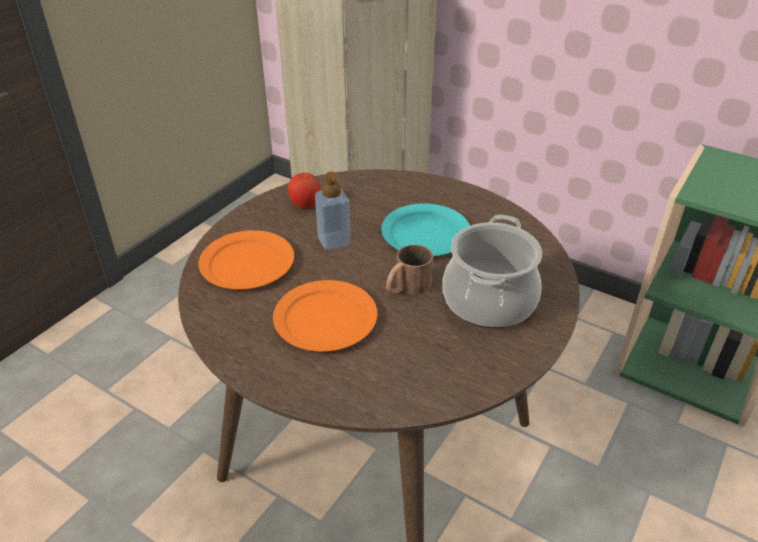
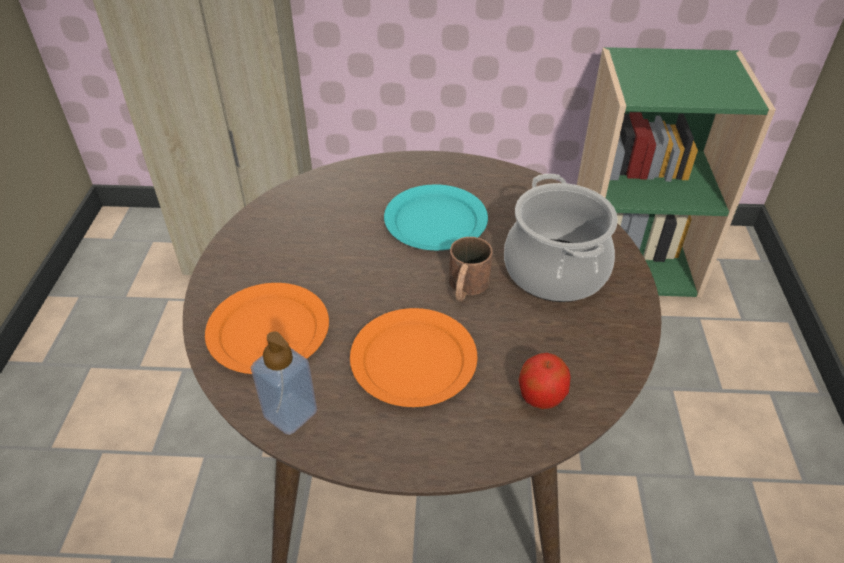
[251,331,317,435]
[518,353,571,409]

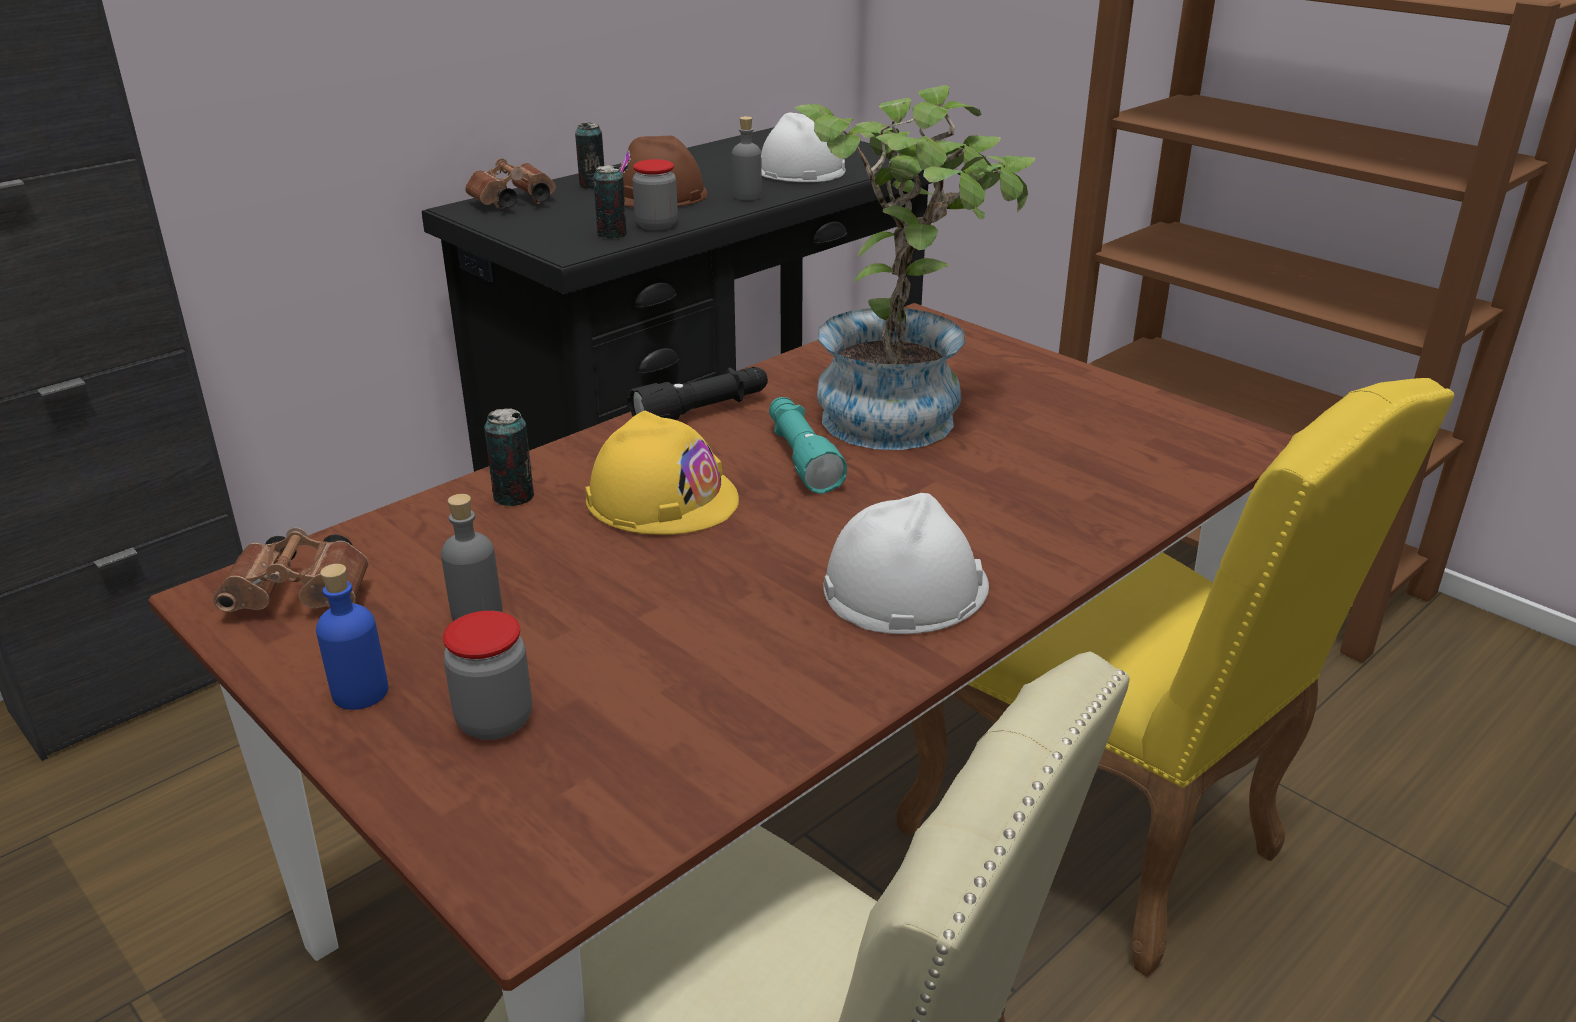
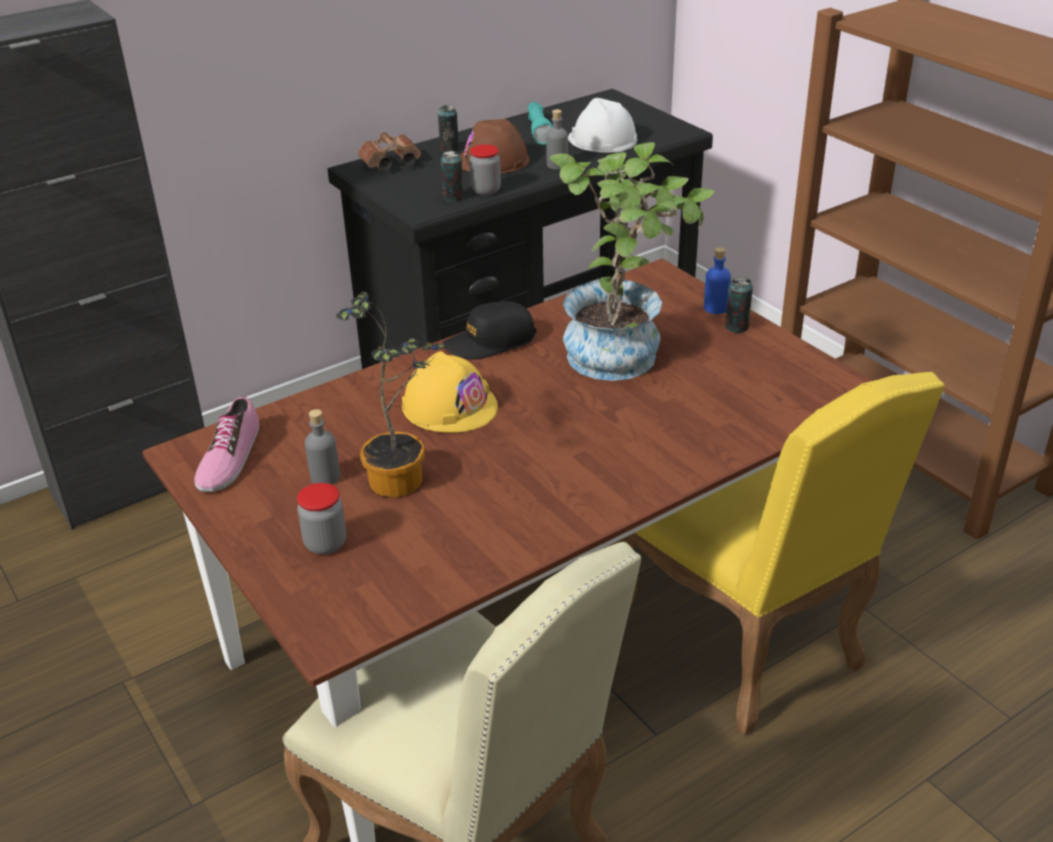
[443,301,536,360]
[527,102,553,145]
[725,277,753,333]
[823,493,989,634] (first image)
[194,396,259,492]
[704,247,731,314]
[336,292,448,497]

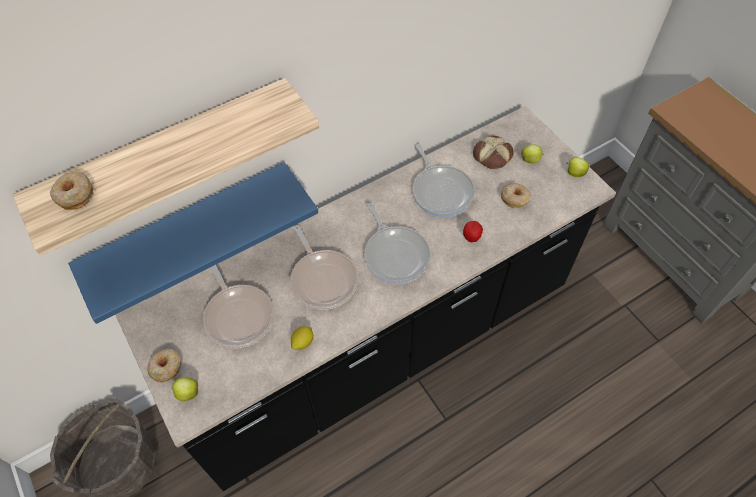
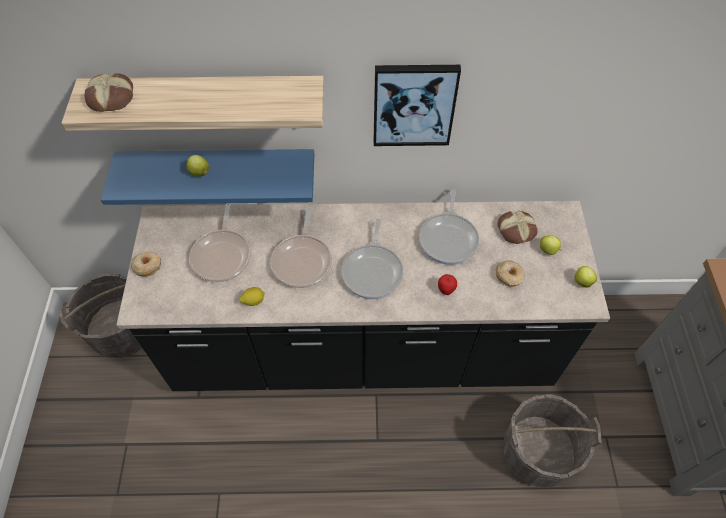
[85,73,133,112]
[186,155,209,177]
[374,65,461,146]
[504,394,602,488]

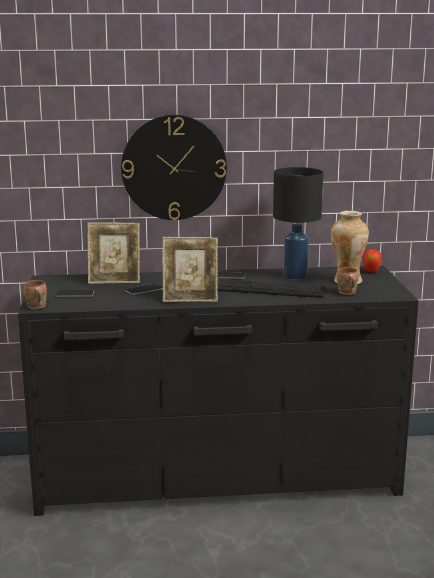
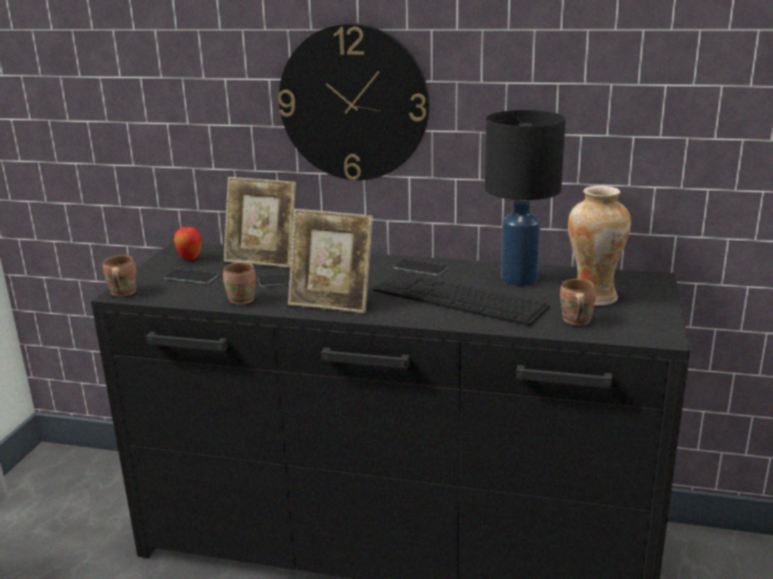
[174,226,202,260]
[223,262,256,305]

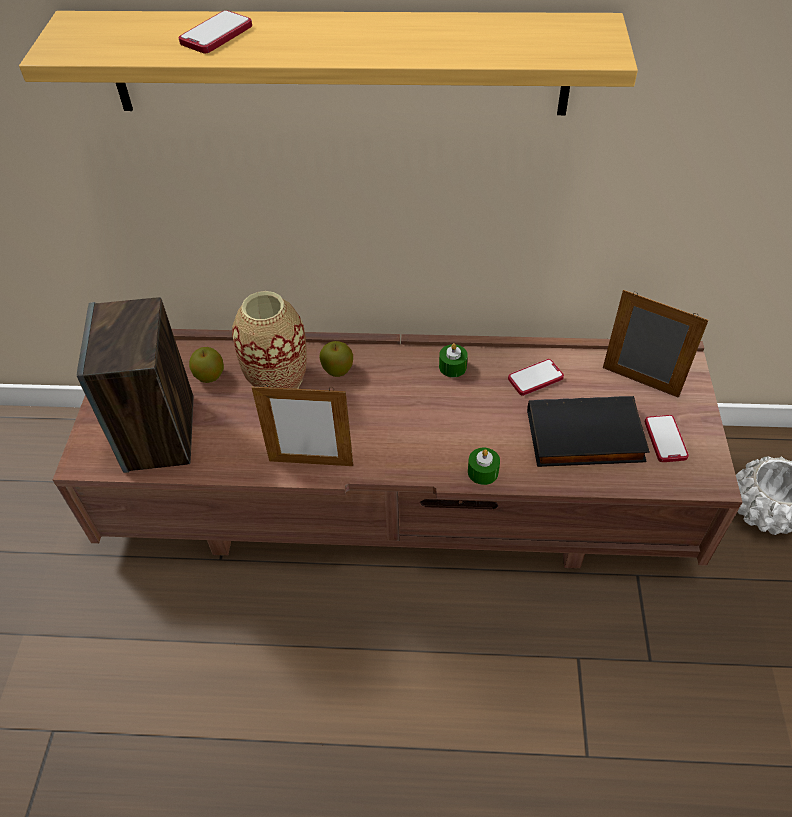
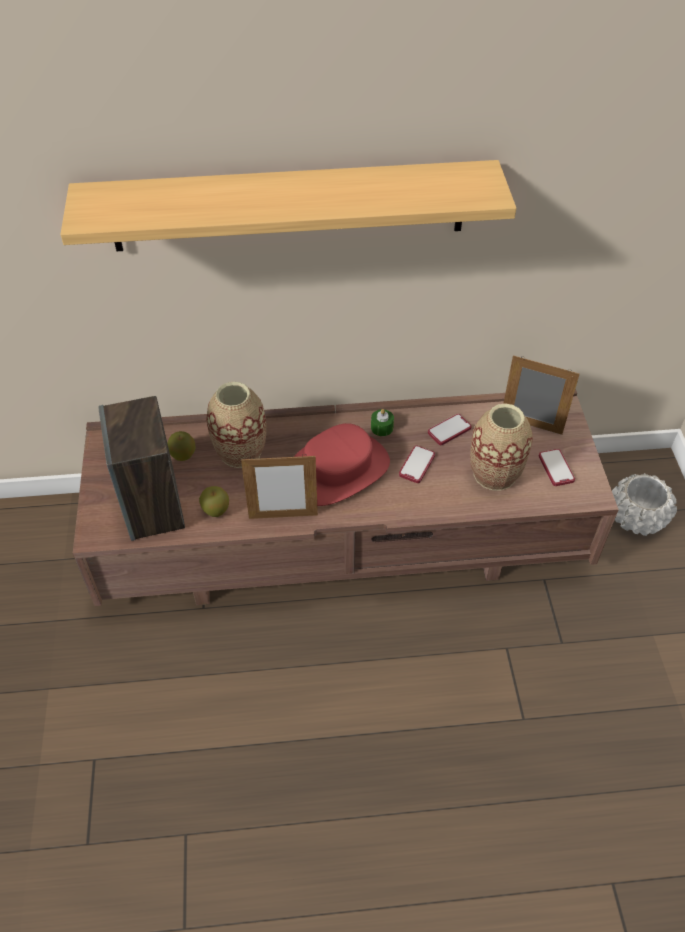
[399,446,435,483]
[199,486,229,517]
[470,403,533,490]
[468,448,500,485] (first image)
[294,423,390,506]

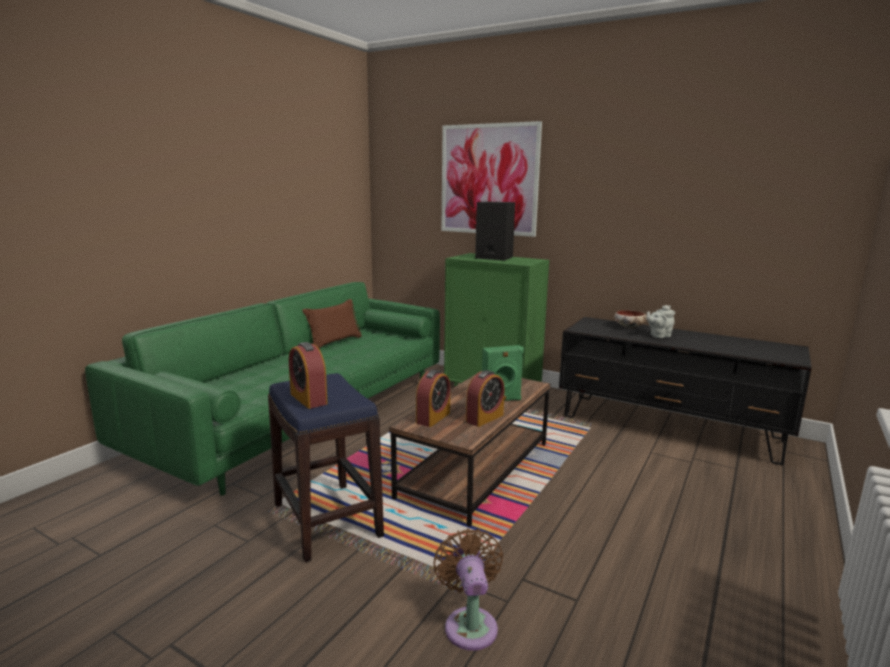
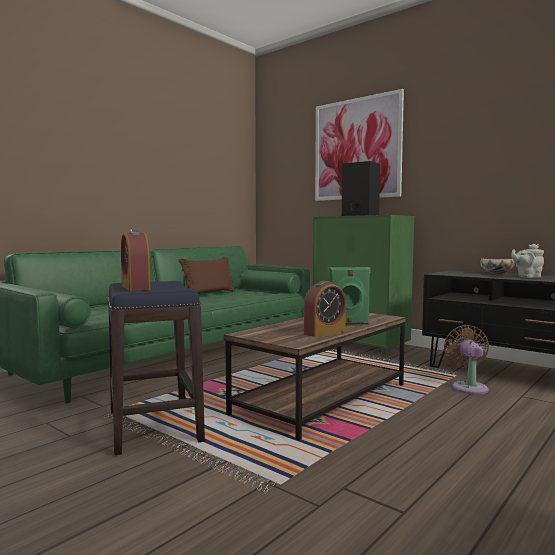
[416,370,450,427] (first image)
[444,325,489,394]

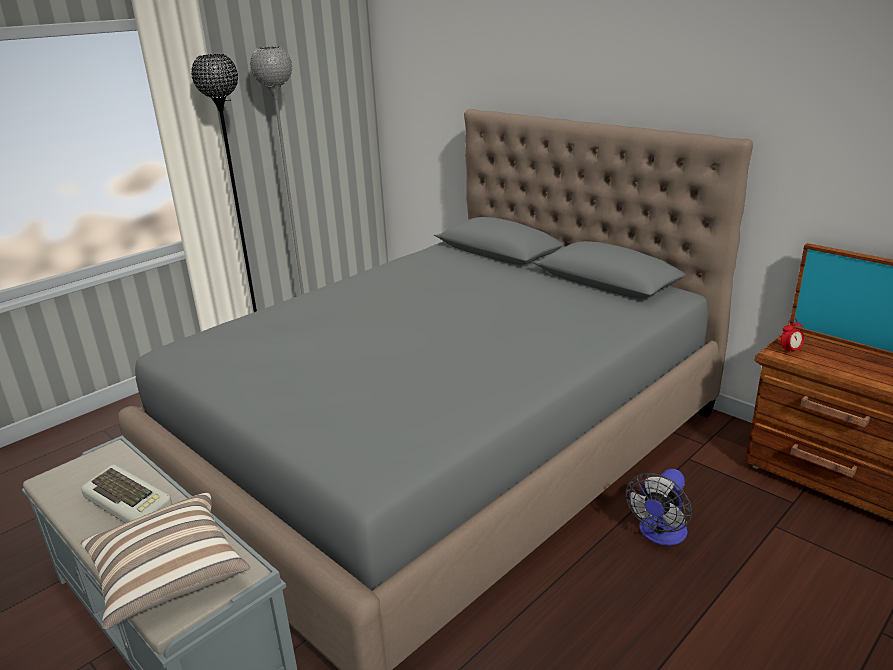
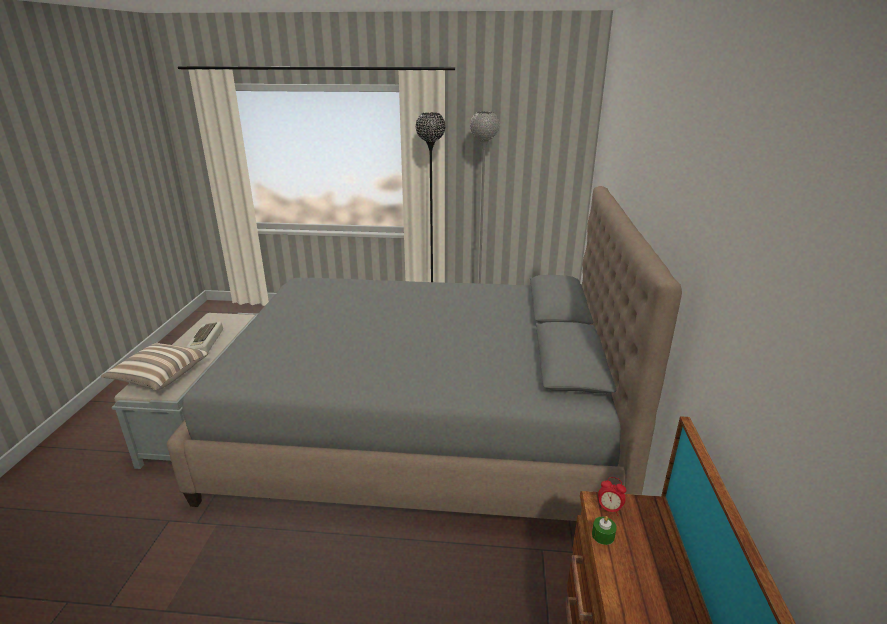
[626,469,692,545] (first image)
[592,516,617,545]

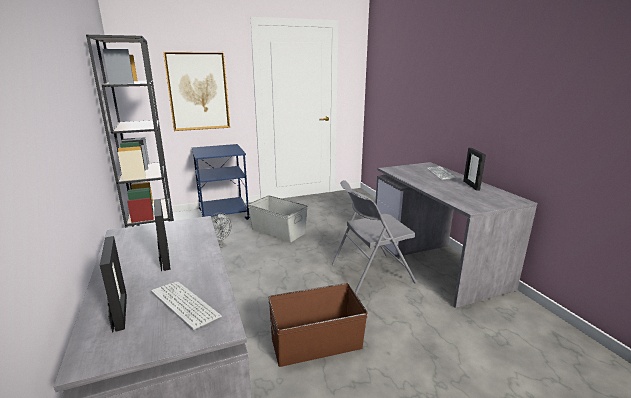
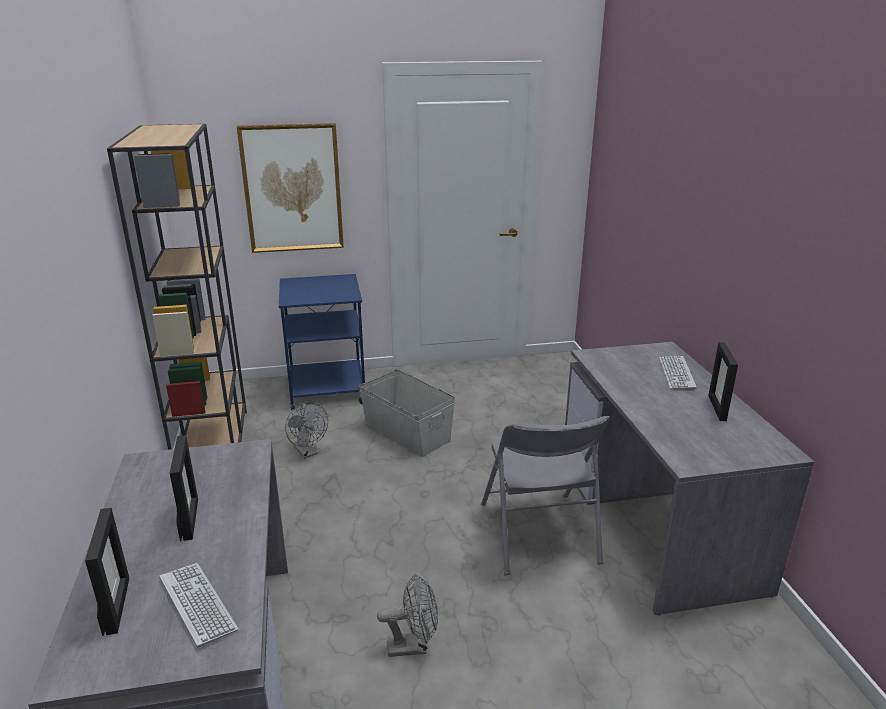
[481,416,610,576]
[377,574,438,657]

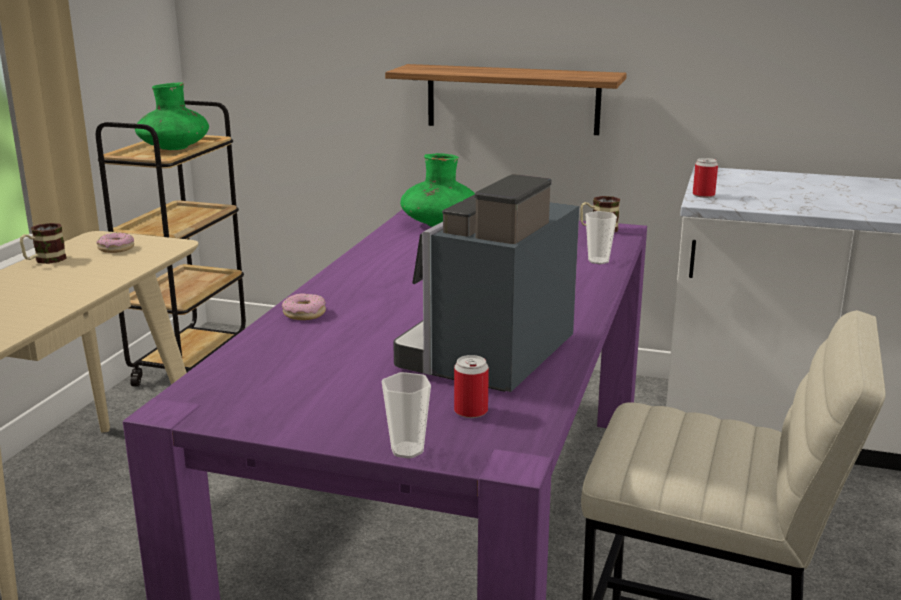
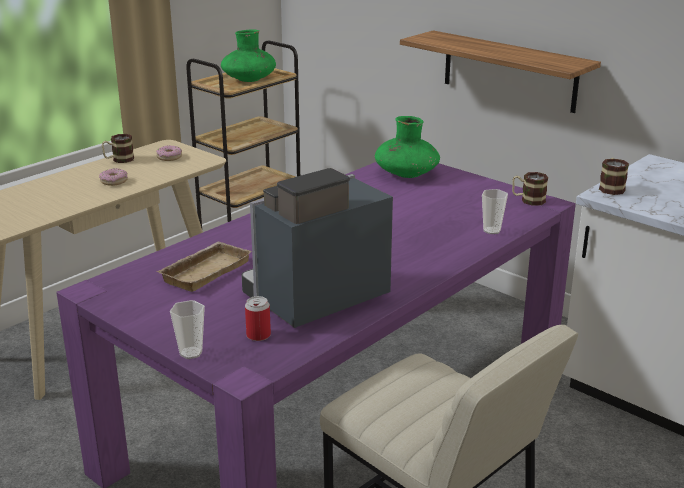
[599,158,629,195]
[99,168,128,186]
[156,241,252,292]

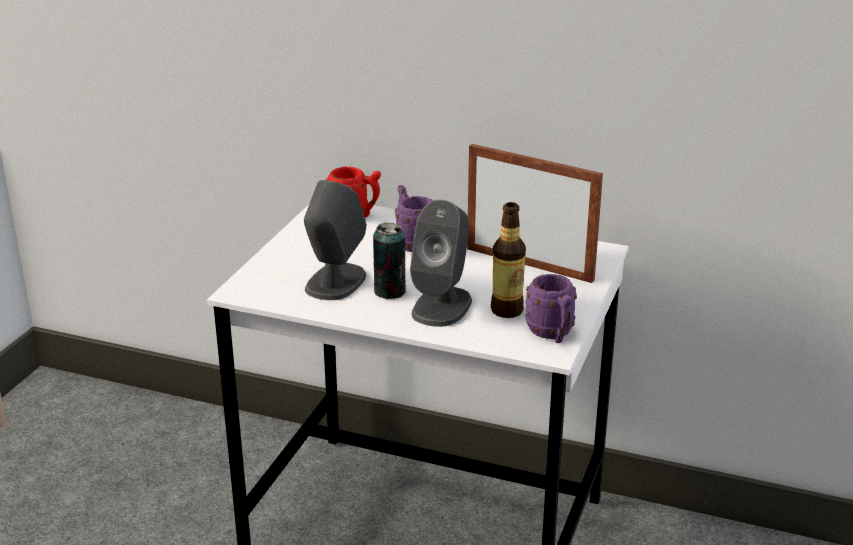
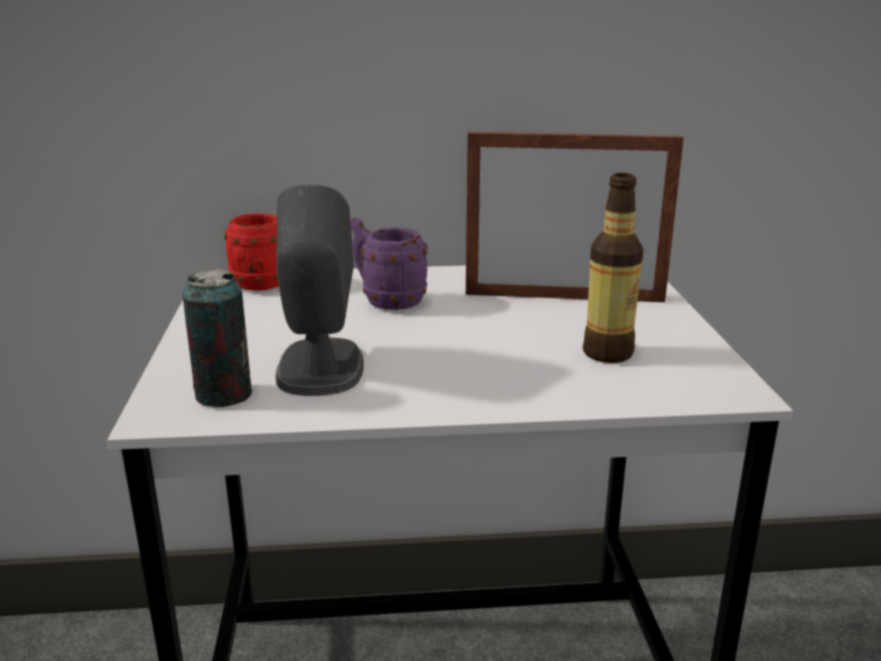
[410,200,472,327] (first image)
[182,269,252,407]
[525,274,577,343] (first image)

